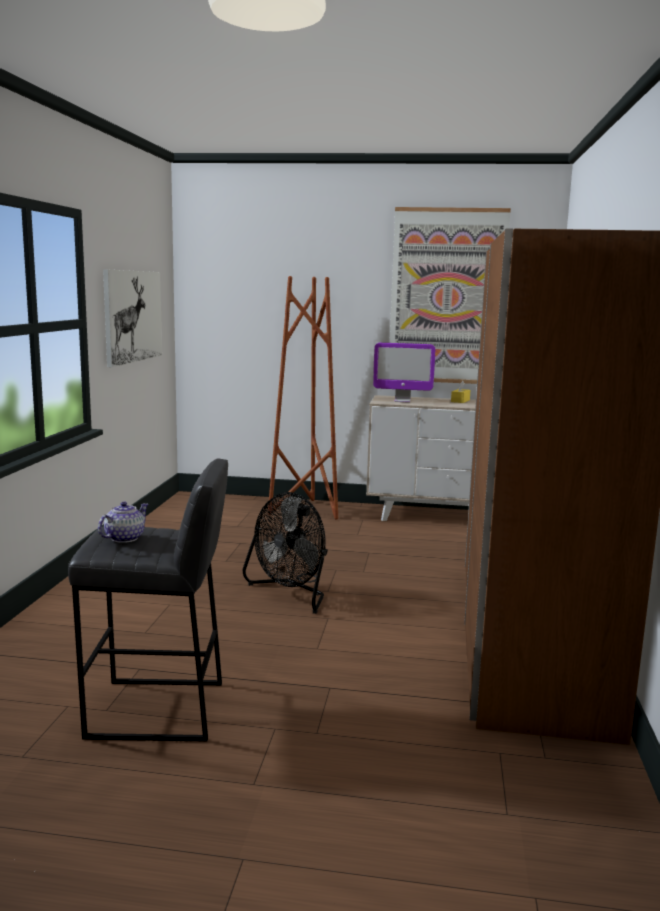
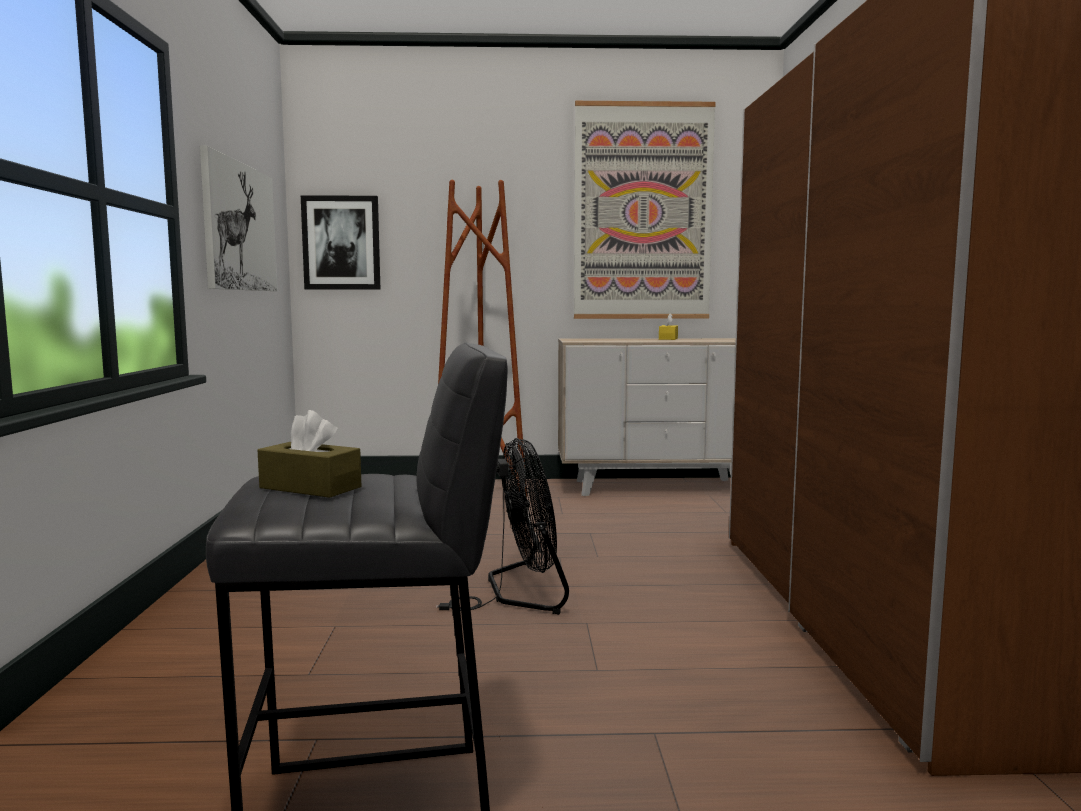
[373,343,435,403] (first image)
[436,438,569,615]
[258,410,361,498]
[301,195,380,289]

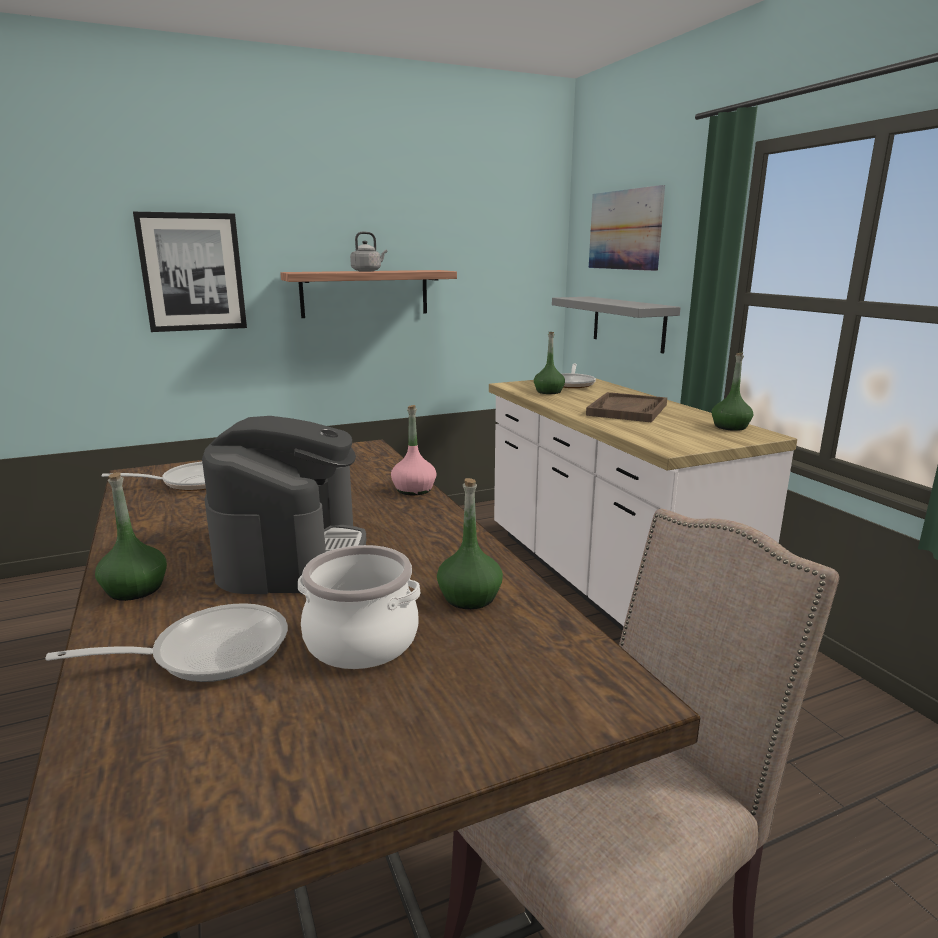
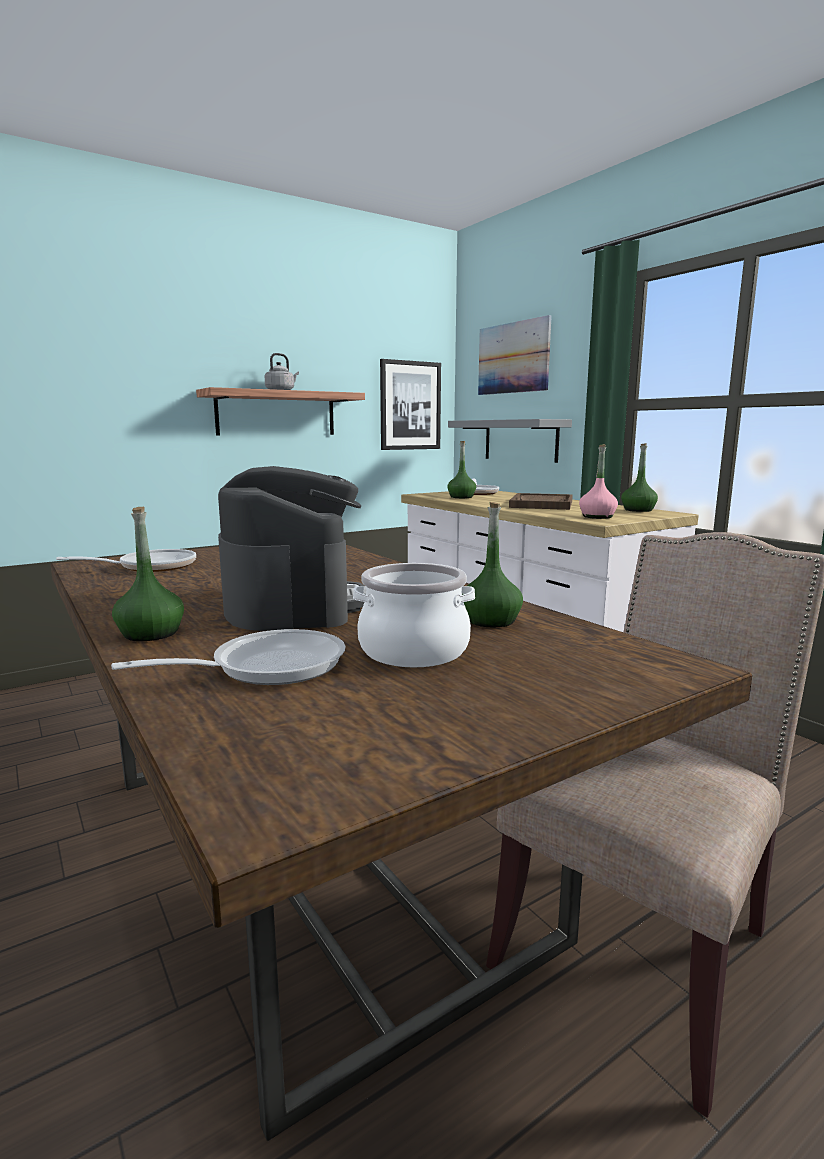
[380,359,441,450]
[579,444,618,519]

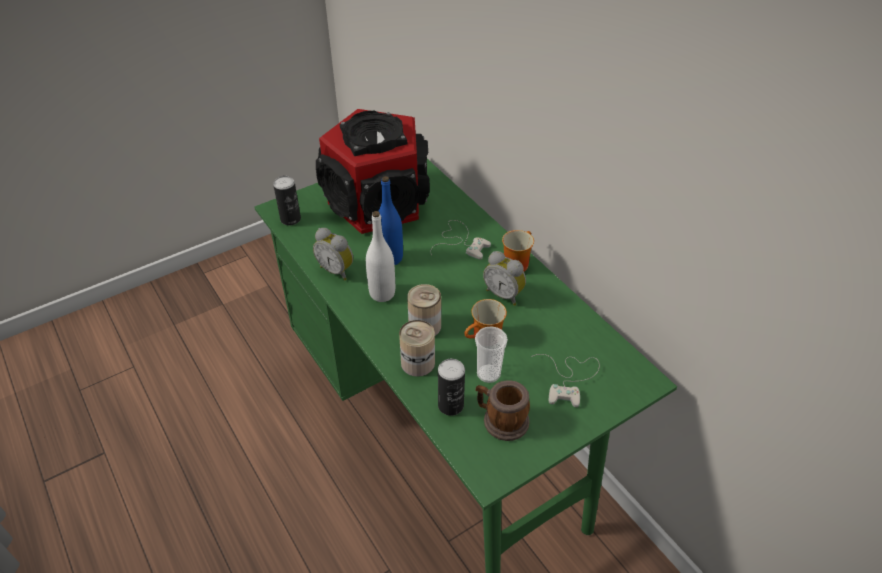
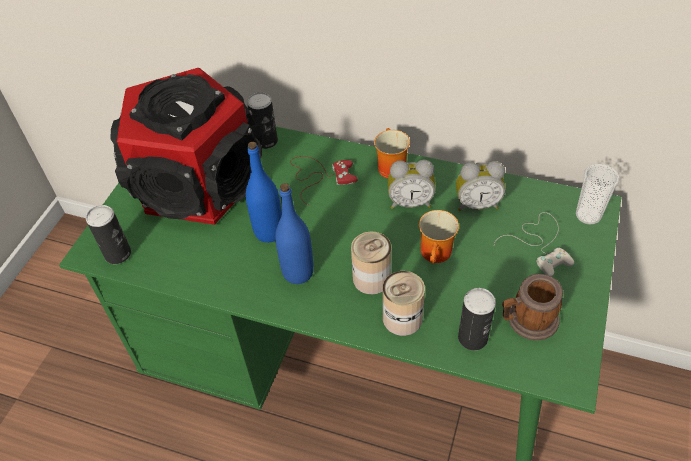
[275,183,314,284]
[290,156,357,205]
[456,161,506,211]
[576,164,620,225]
[247,92,278,149]

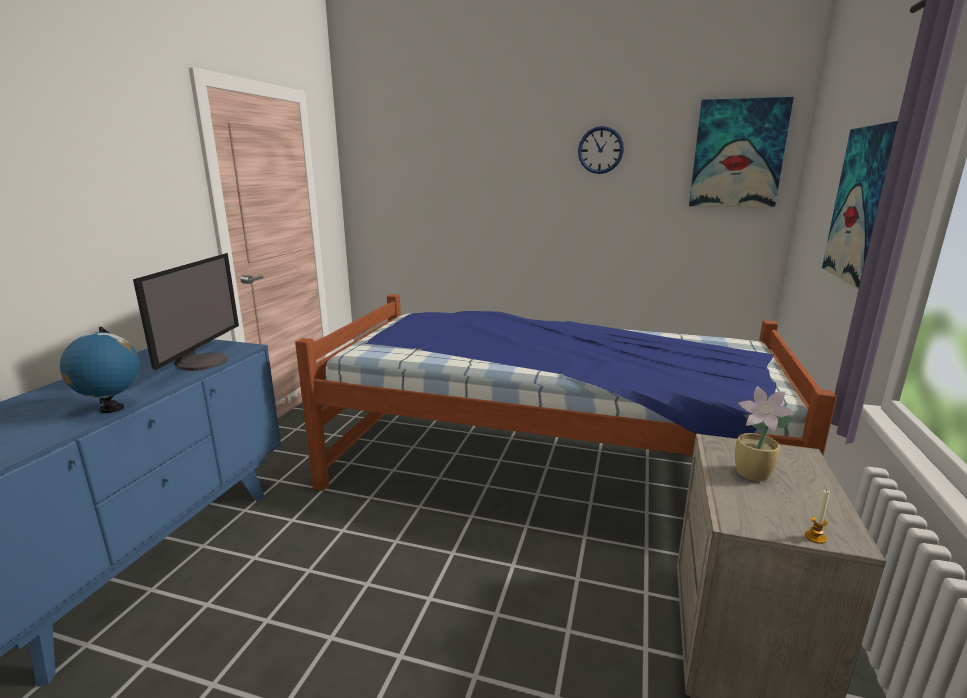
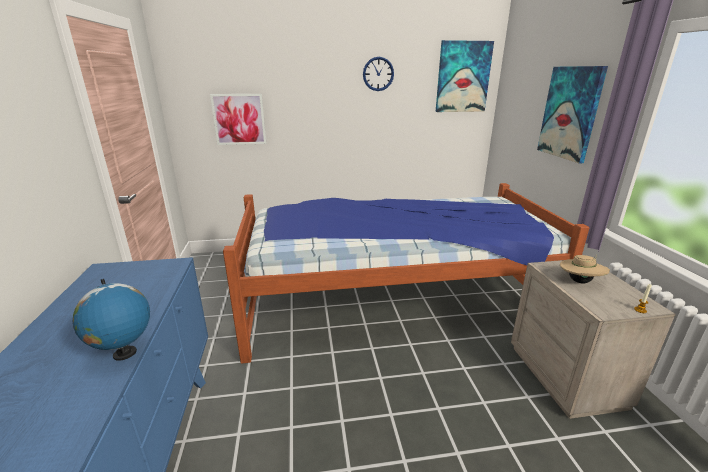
[133,253,239,371] (first image)
[560,255,610,283]
[210,94,266,145]

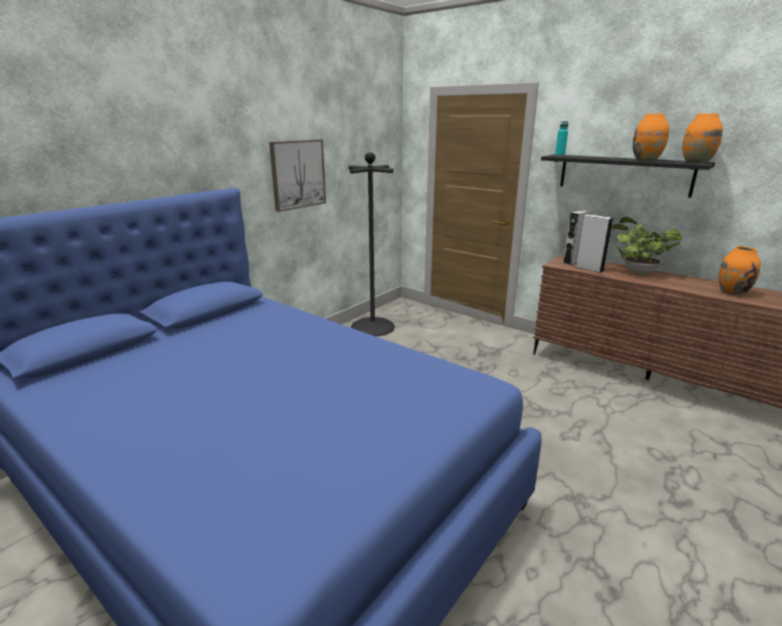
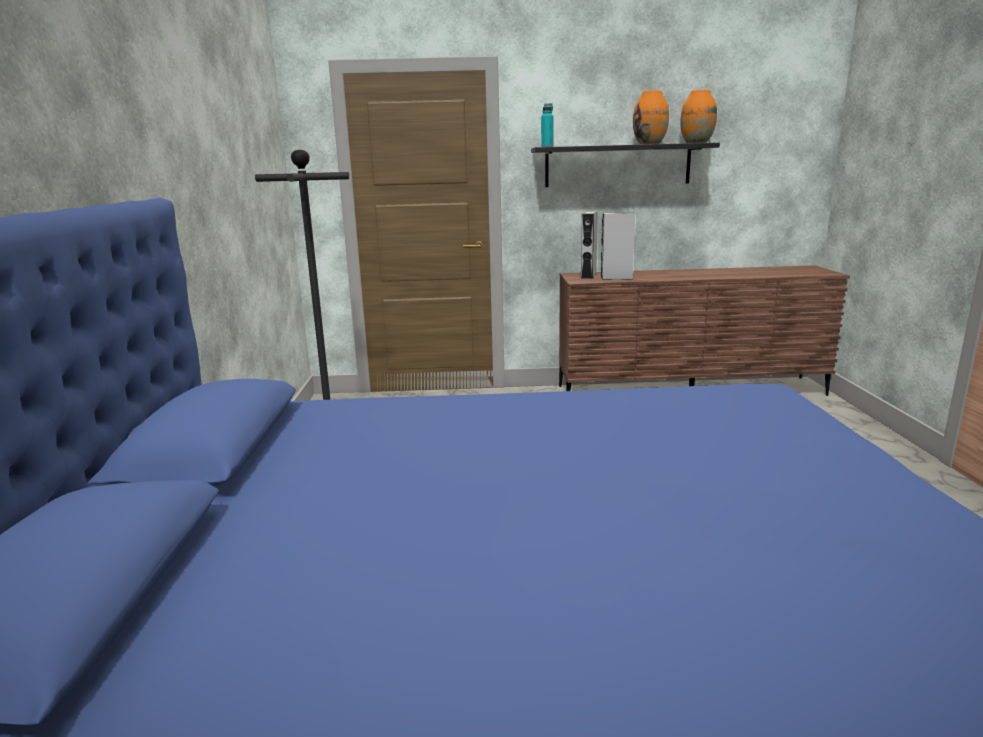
[269,140,326,212] (first image)
[611,217,682,275] (first image)
[718,246,761,296] (first image)

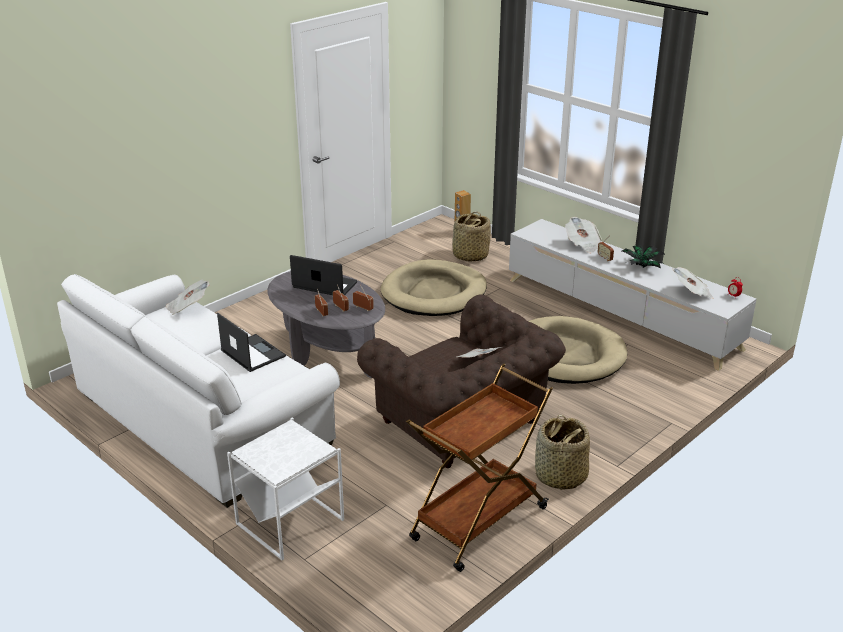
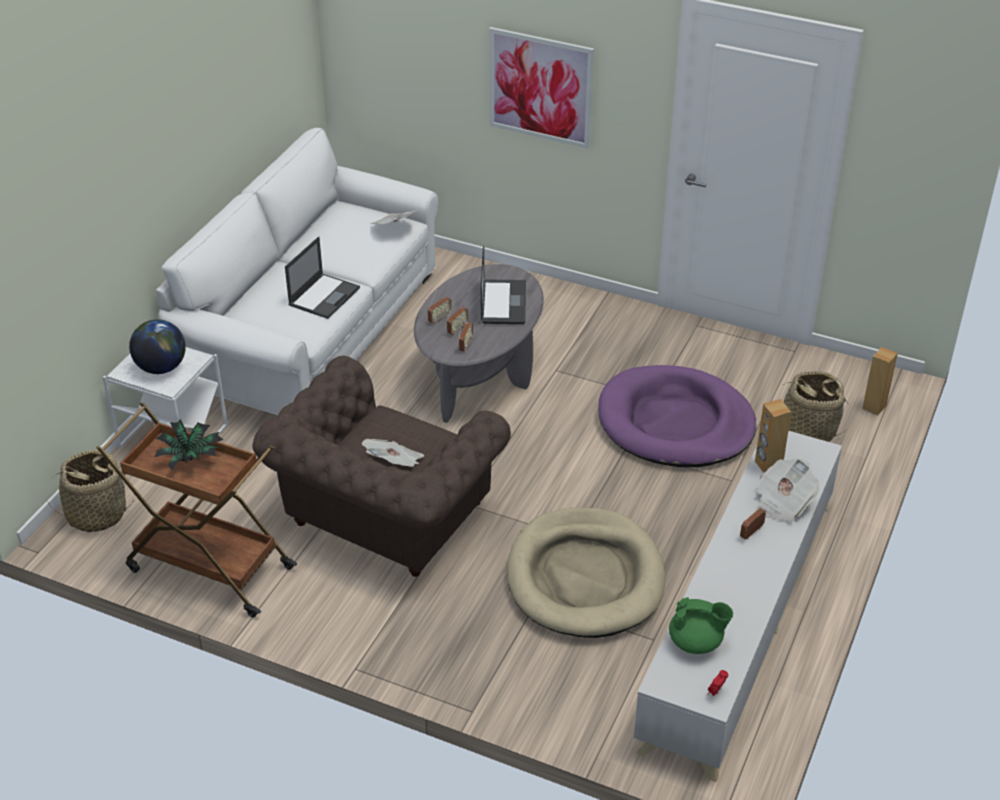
[155,419,223,470]
[599,365,756,467]
[669,597,733,654]
[45,450,134,533]
[489,27,594,149]
[129,319,186,374]
[755,399,791,473]

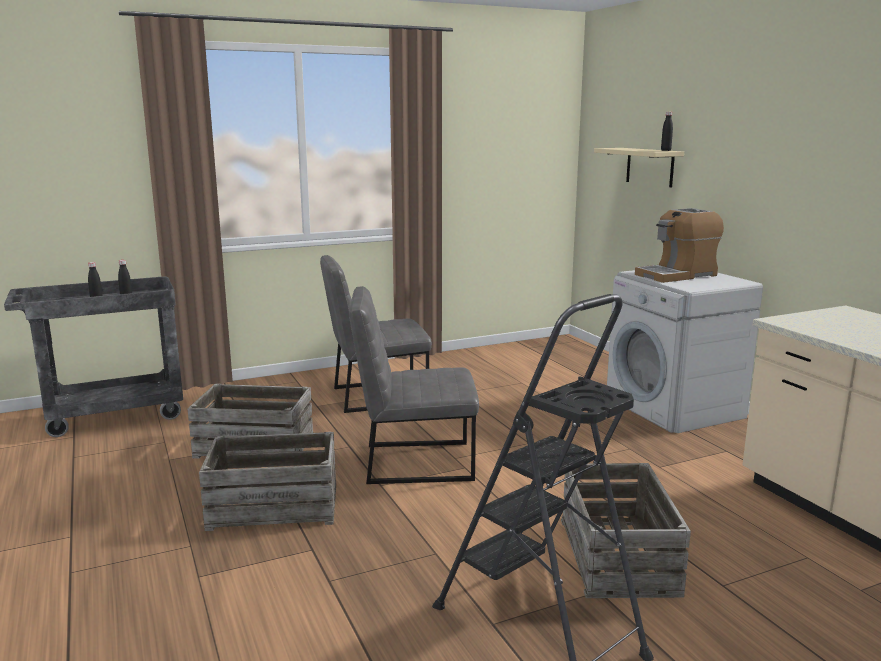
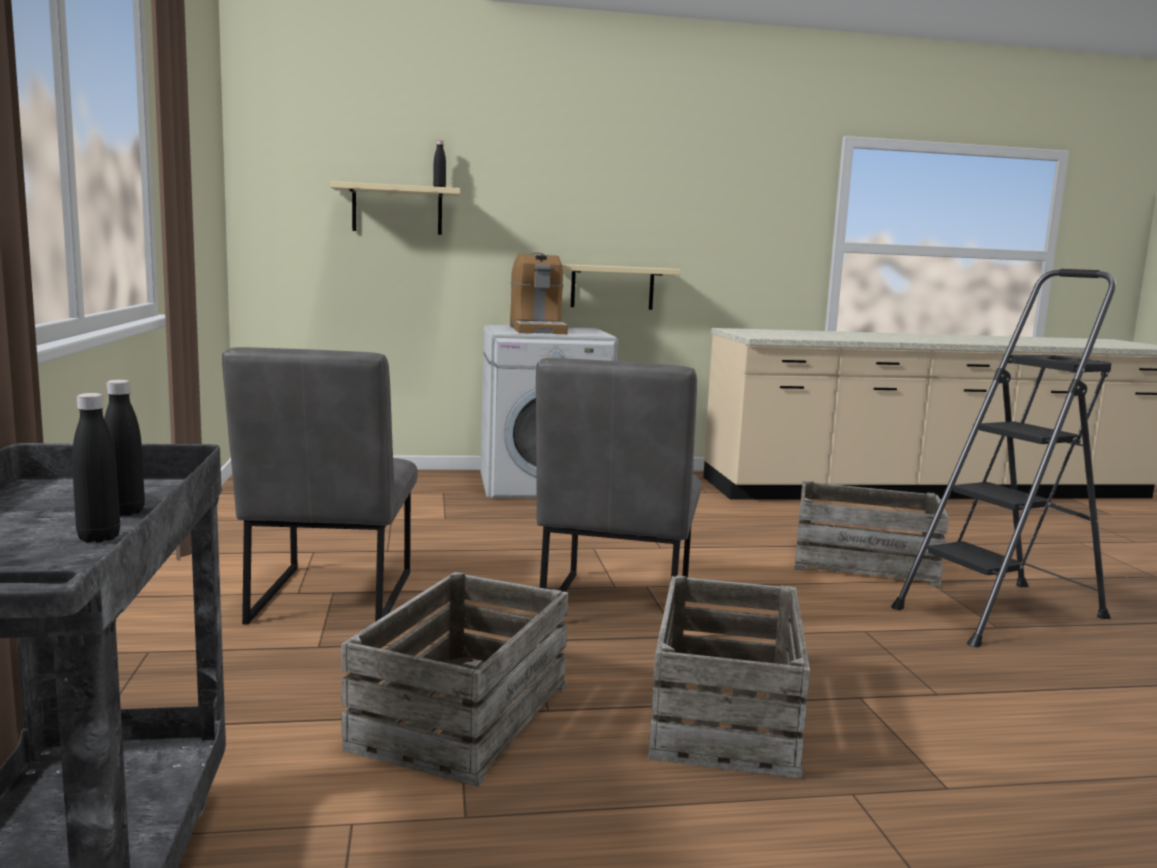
[562,264,681,310]

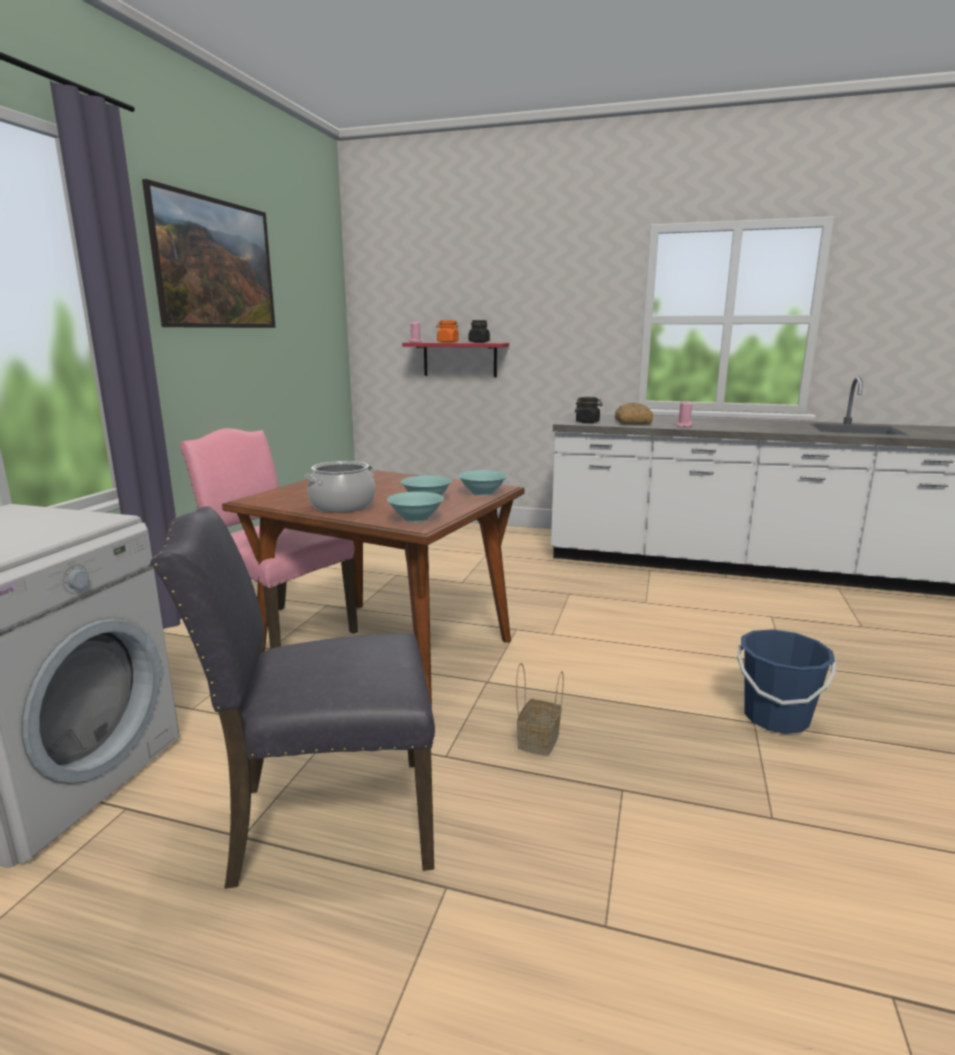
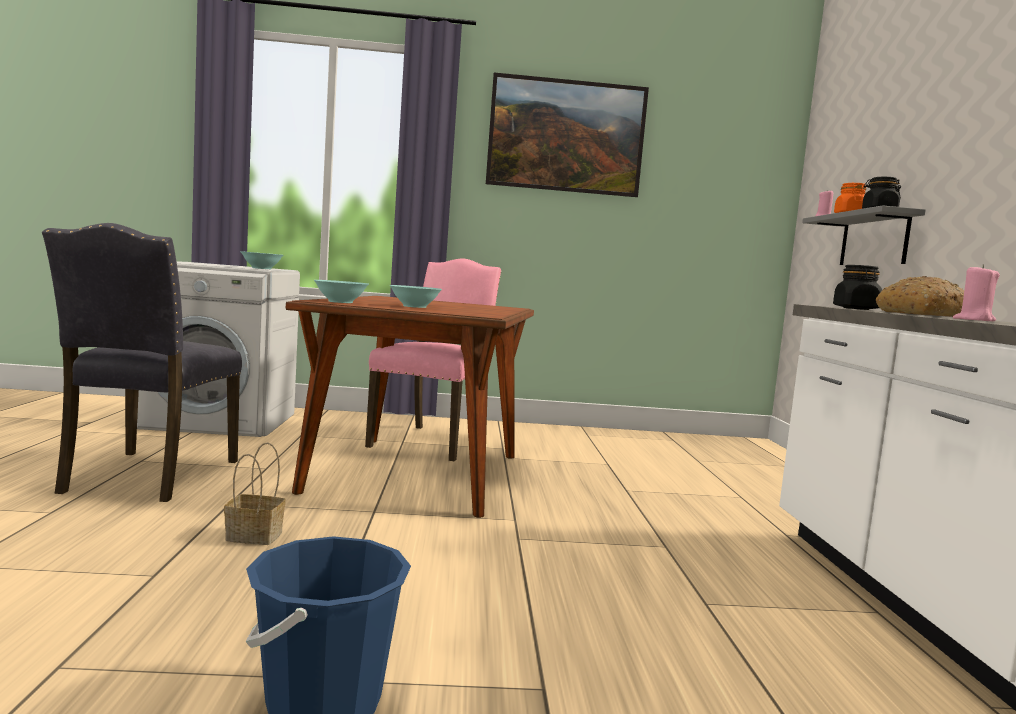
[802,205,926,265]
[304,461,375,513] (first image)
[240,251,283,269]
[42,223,242,502]

